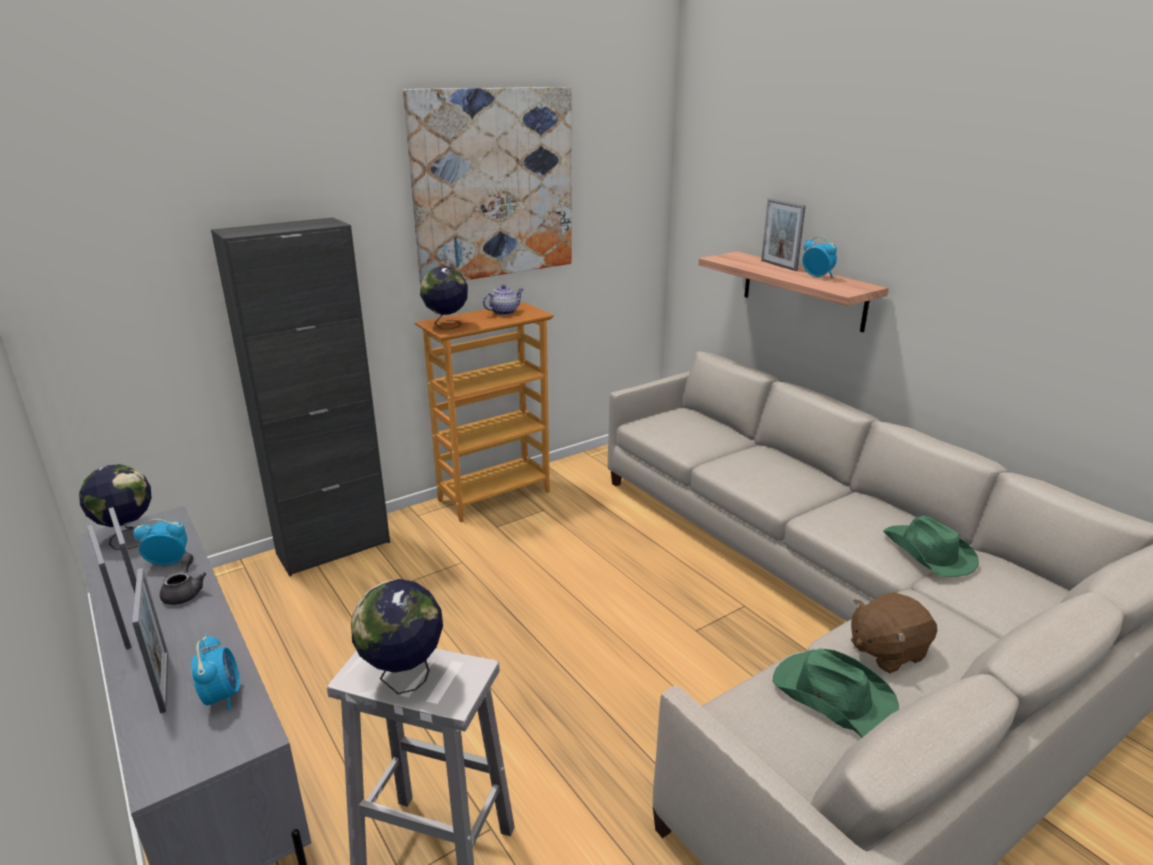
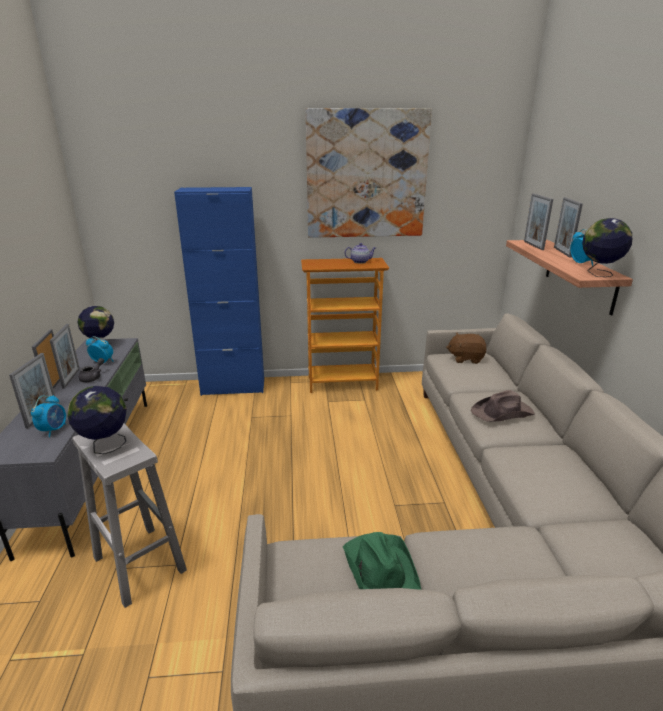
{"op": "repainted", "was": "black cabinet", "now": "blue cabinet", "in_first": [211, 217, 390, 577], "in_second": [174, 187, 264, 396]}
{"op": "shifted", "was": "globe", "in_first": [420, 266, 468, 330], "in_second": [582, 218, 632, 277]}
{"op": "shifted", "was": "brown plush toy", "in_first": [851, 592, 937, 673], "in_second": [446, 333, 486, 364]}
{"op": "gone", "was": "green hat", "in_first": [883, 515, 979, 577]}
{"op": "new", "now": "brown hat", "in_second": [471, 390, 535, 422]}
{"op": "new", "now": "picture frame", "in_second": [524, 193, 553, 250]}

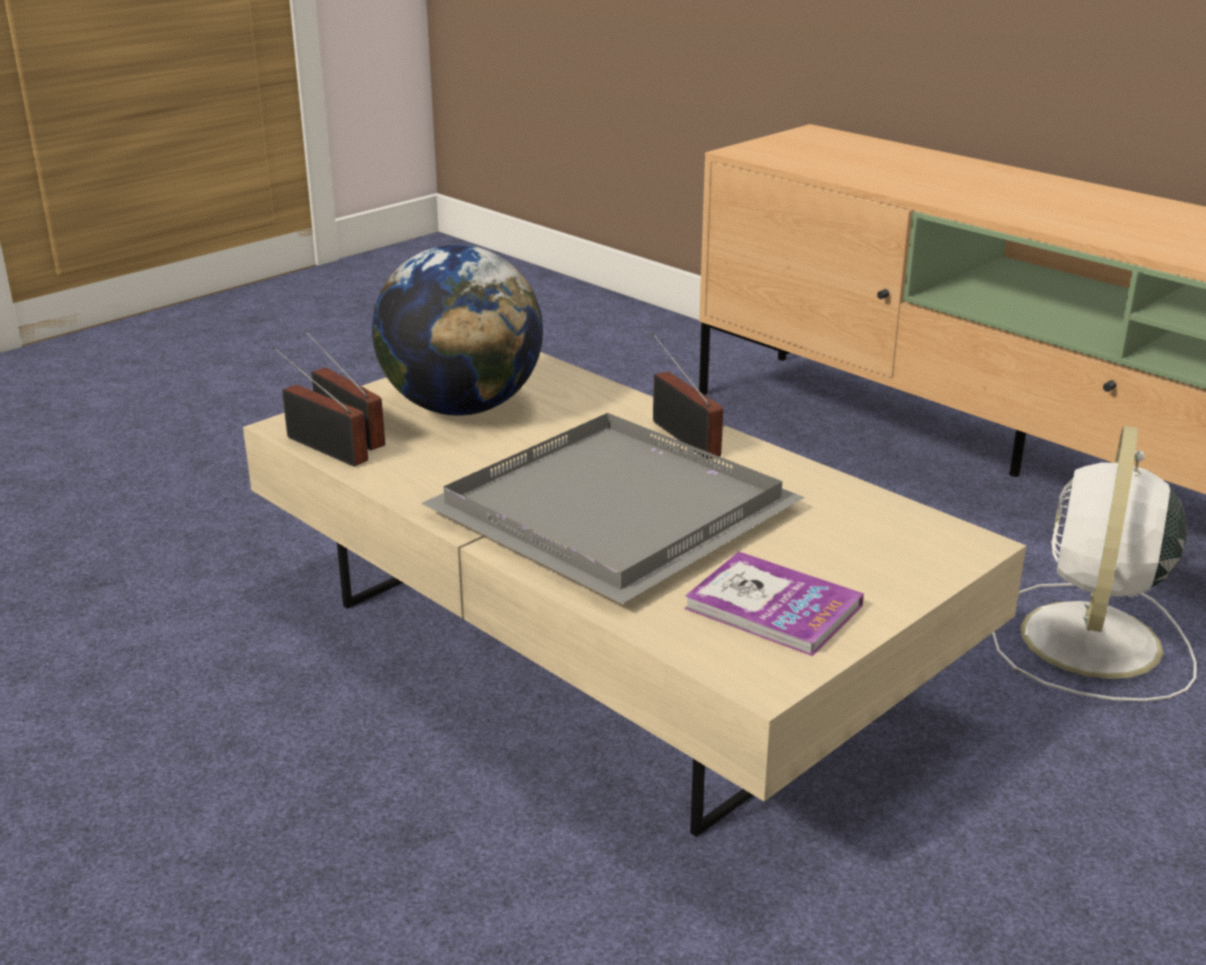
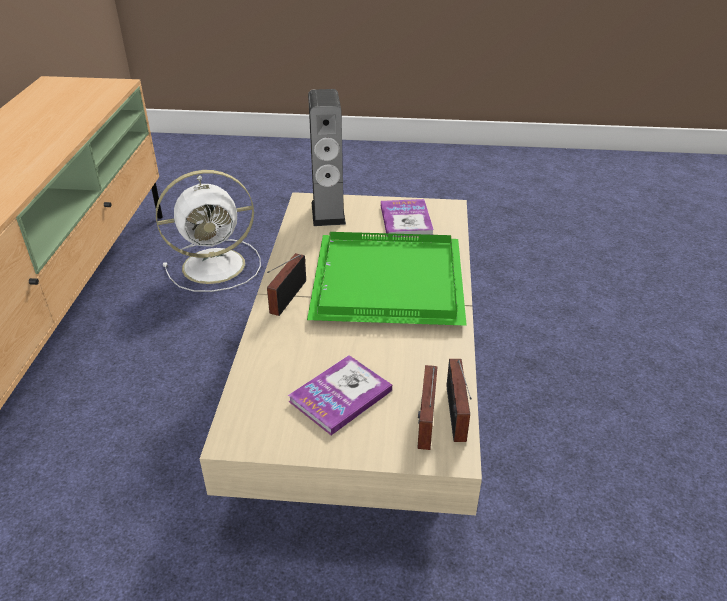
{"op": "swapped", "was": "globe", "now": "book", "in_first": [372, 244, 543, 415], "in_second": [288, 355, 392, 435]}
{"op": "repainted", "was": "grey tray", "now": "green tray", "in_first": [421, 413, 804, 604], "in_second": [307, 232, 467, 326]}
{"op": "new", "now": "speaker", "in_second": [308, 89, 346, 226]}

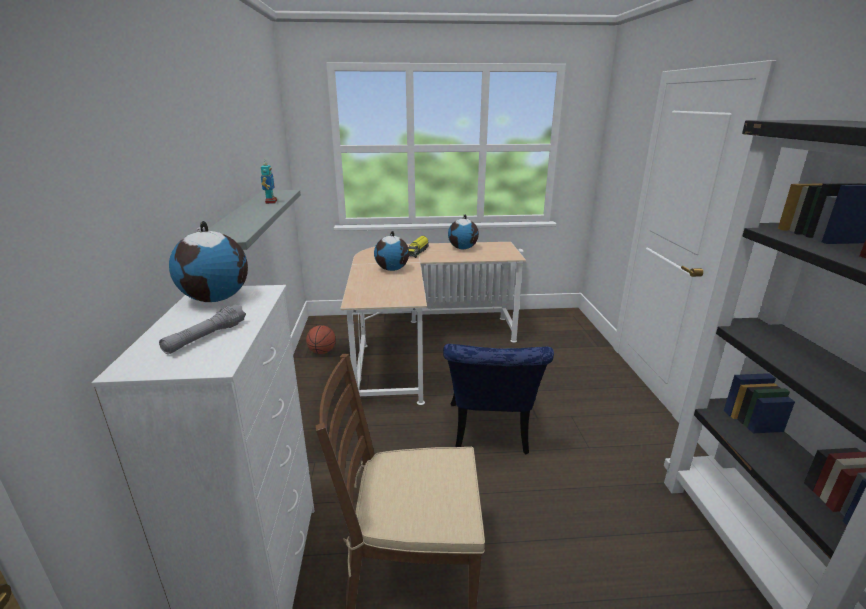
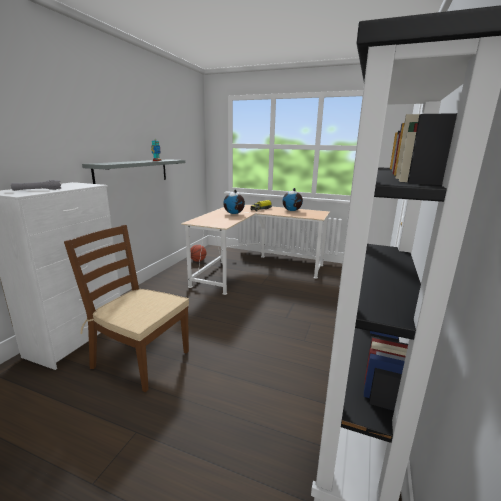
{"op": "gone", "was": "globe", "in_first": [169, 221, 248, 302]}
{"op": "gone", "was": "blue chair", "in_first": [443, 344, 554, 454]}

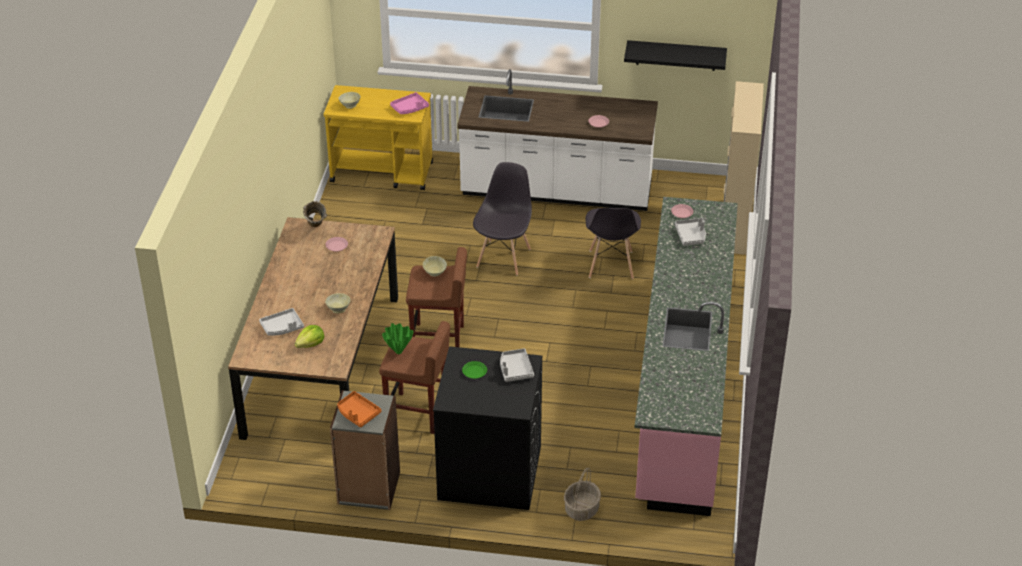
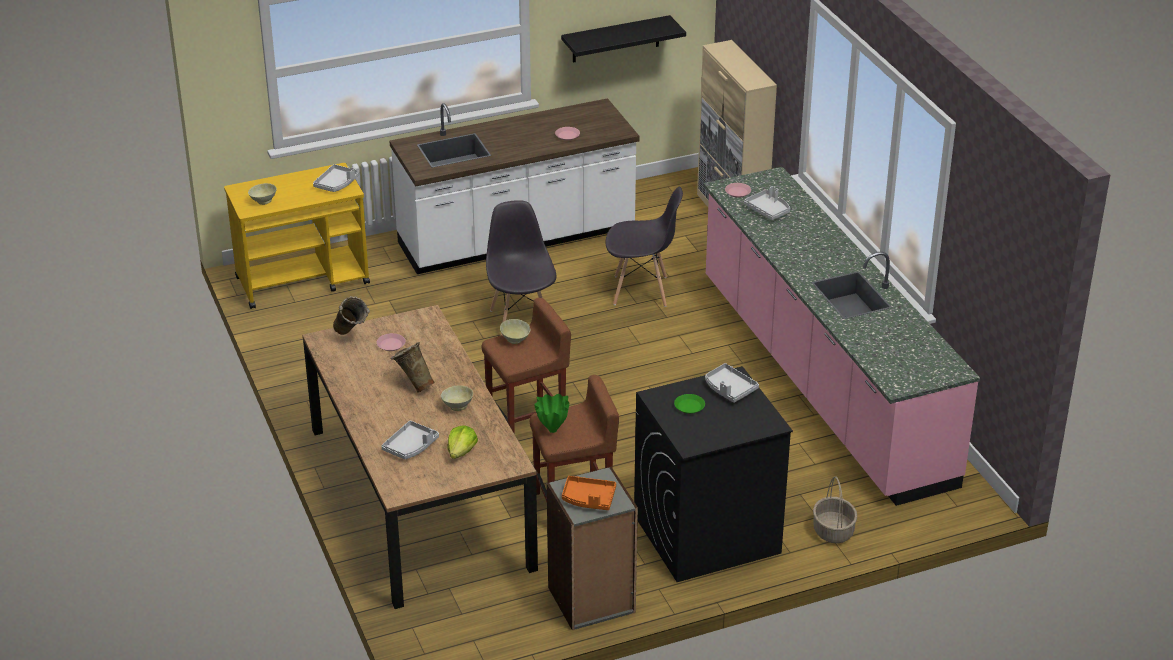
{"op": "repainted", "was": "pink tray", "now": "grey tray", "in_first": [390, 92, 429, 114], "in_second": [313, 164, 359, 192]}
{"op": "rotated", "was": "grey chair", "in_first": [585, 208, 641, 279], "in_second": [605, 187, 683, 307], "clockwise": -60}
{"op": "new", "now": "beige vase", "in_second": [391, 342, 434, 393]}

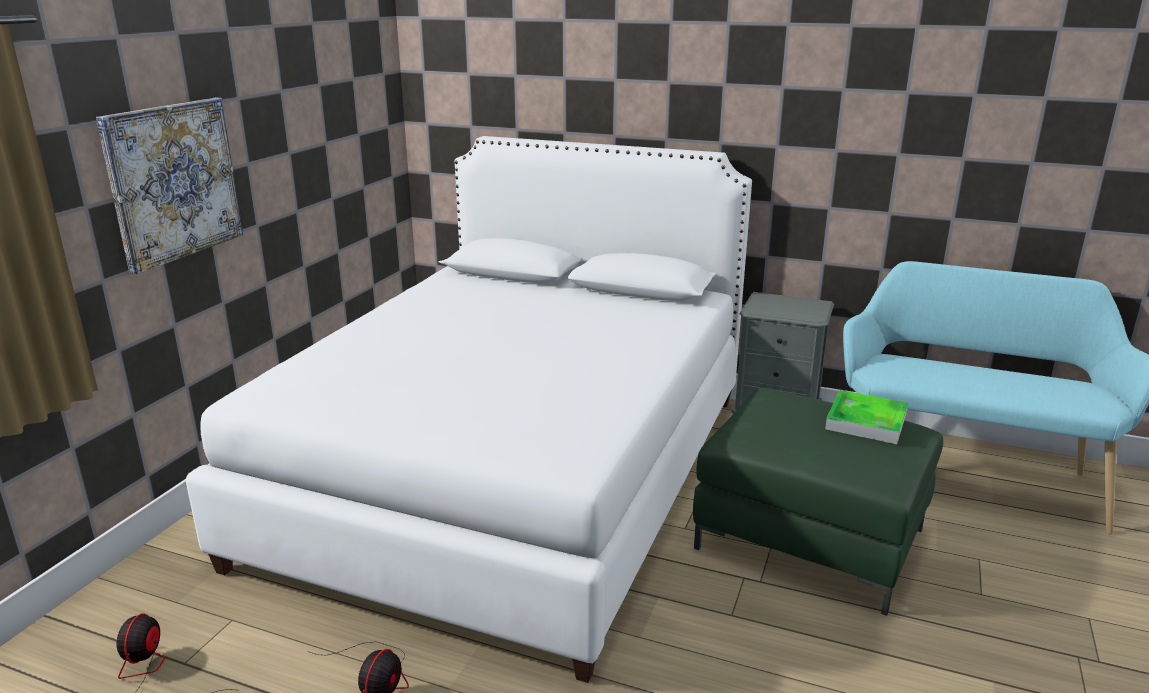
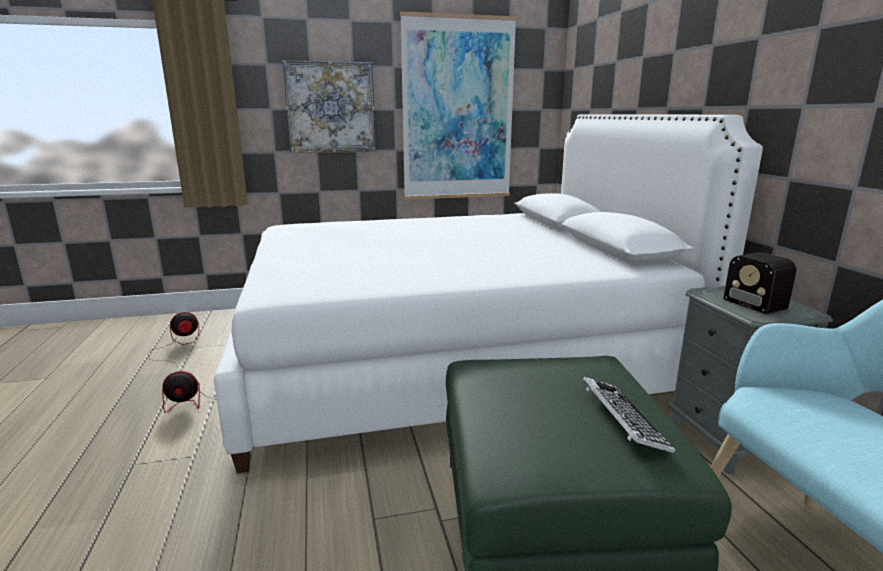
{"op": "swapped", "was": "tray", "now": "keyboard", "in_first": [825, 390, 908, 444], "in_second": [583, 377, 675, 454]}
{"op": "new", "now": "picture", "in_second": [400, 11, 517, 200]}
{"op": "new", "now": "radio", "in_second": [703, 252, 796, 314]}

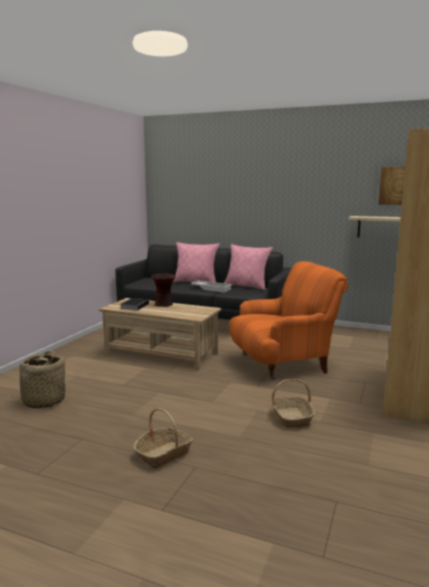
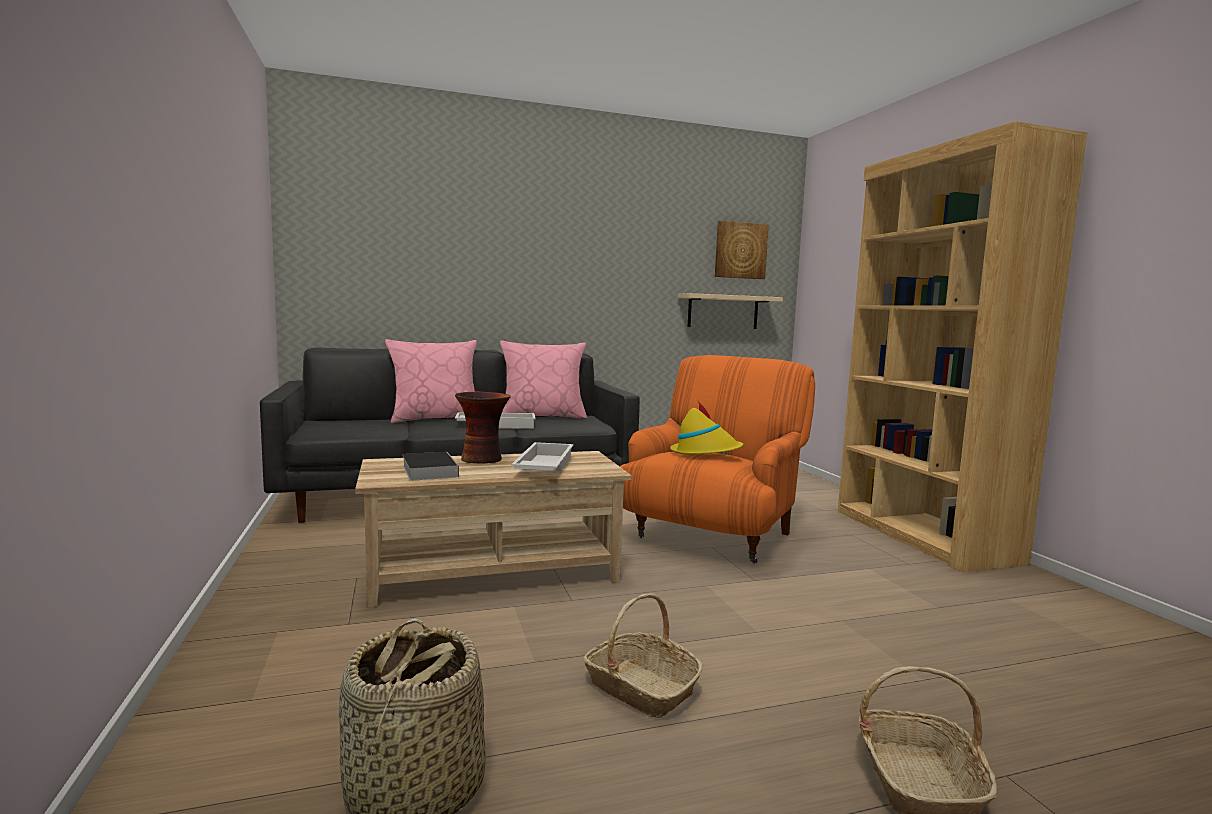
{"op": "shifted", "was": "basket", "in_first": [272, 379, 315, 428], "in_second": [584, 593, 703, 718]}
{"op": "new", "now": "white tray", "in_second": [511, 442, 574, 471]}
{"op": "new", "now": "yellow hat", "in_second": [670, 401, 743, 455]}

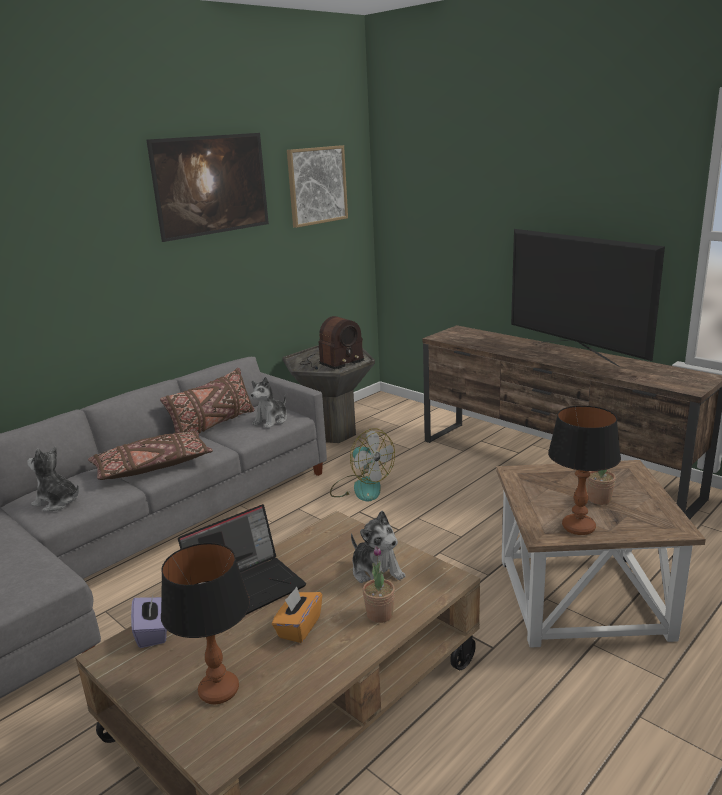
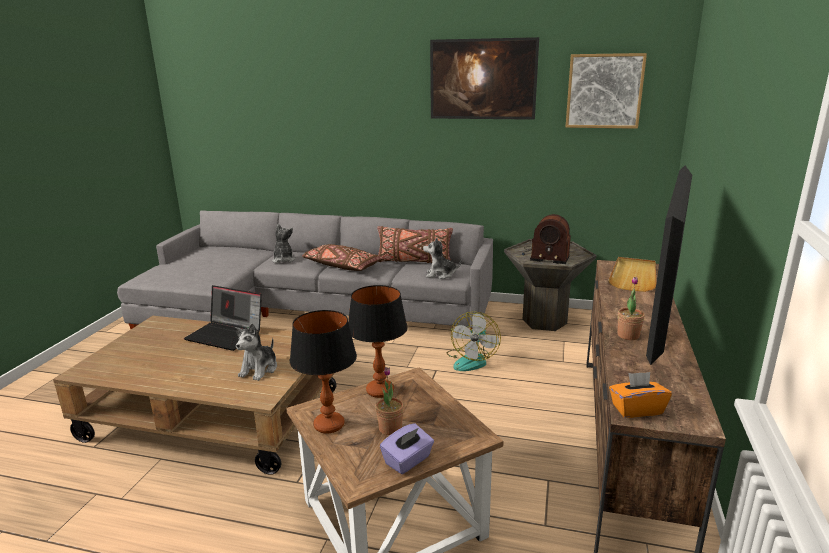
{"op": "shifted", "was": "purple tissue box", "in_first": [131, 595, 167, 648], "in_second": [380, 423, 434, 474]}
{"op": "shifted", "was": "table lamp", "in_first": [161, 543, 250, 704], "in_second": [348, 285, 408, 398]}
{"op": "shifted", "was": "orange tissue box", "in_first": [272, 587, 322, 643], "in_second": [609, 372, 672, 418]}
{"op": "shifted", "was": "potted plant", "in_first": [363, 546, 395, 623], "in_second": [618, 277, 645, 340]}
{"op": "new", "now": "beige tray", "in_second": [608, 257, 656, 292]}

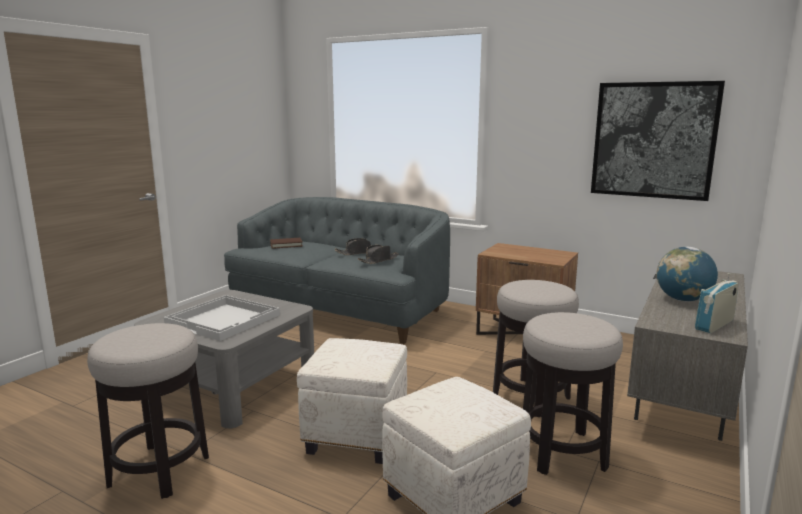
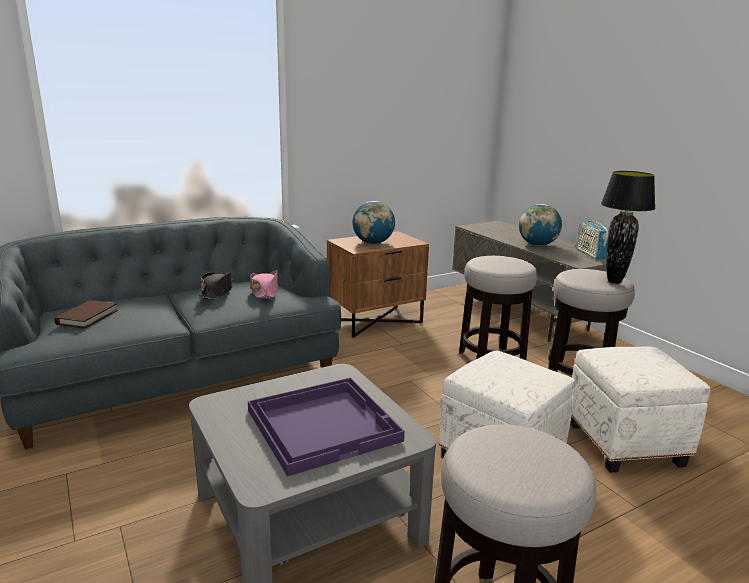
{"op": "repainted", "was": "white tray", "now": "purple tray", "in_first": [164, 295, 280, 341], "in_second": [248, 377, 405, 476]}
{"op": "repainted", "was": "black hat", "now": "pink hat", "in_first": [358, 245, 399, 264], "in_second": [250, 270, 278, 299]}
{"op": "gone", "was": "picture", "in_first": [591, 81, 725, 201]}
{"op": "new", "now": "globe", "in_second": [352, 201, 395, 244]}
{"op": "new", "now": "black table lamp", "in_second": [601, 171, 656, 284]}

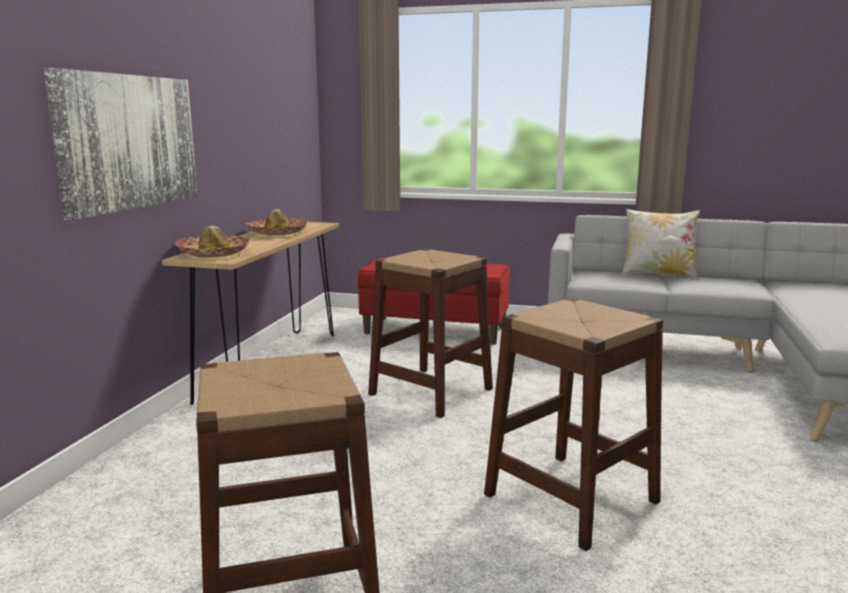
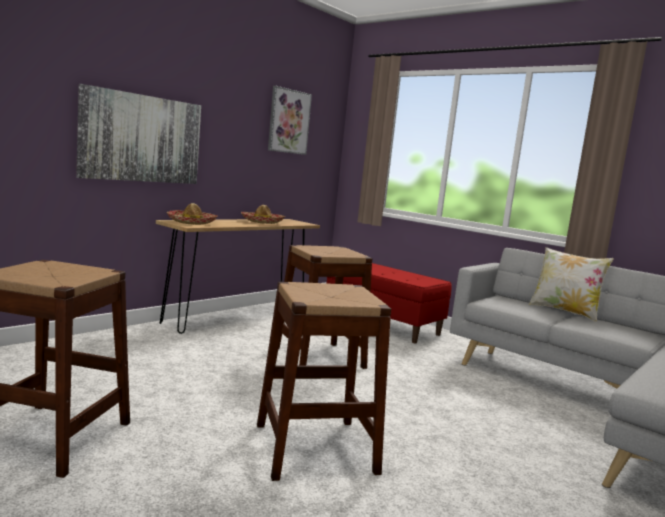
{"op": "new", "now": "picture", "in_second": [268, 86, 312, 155]}

